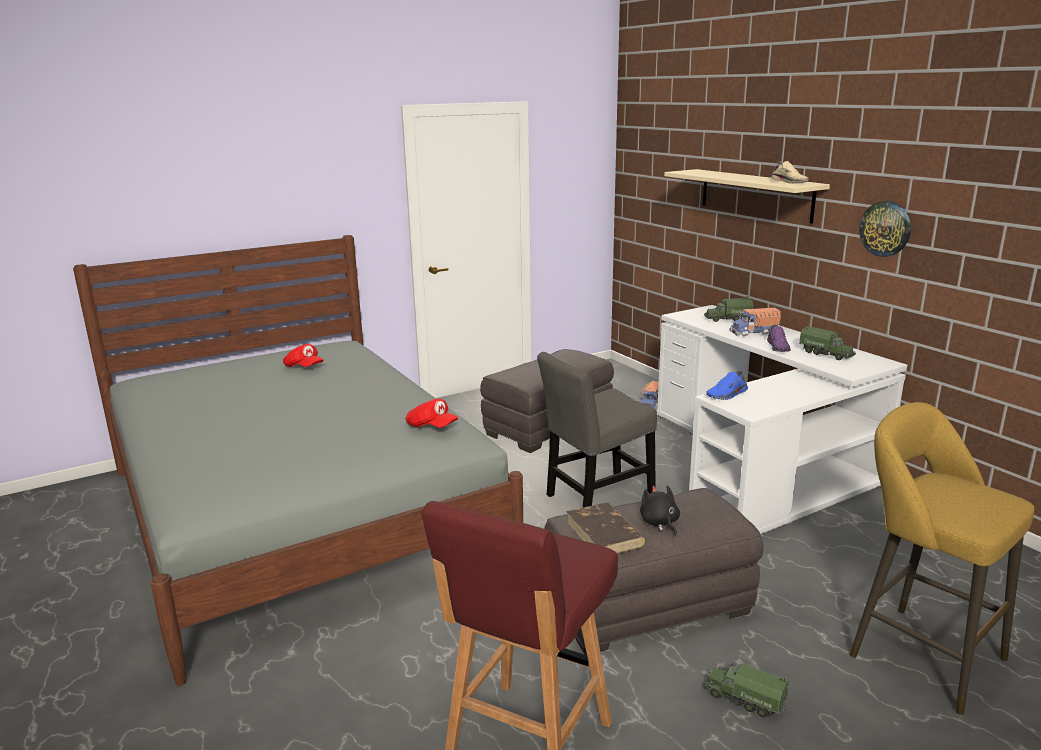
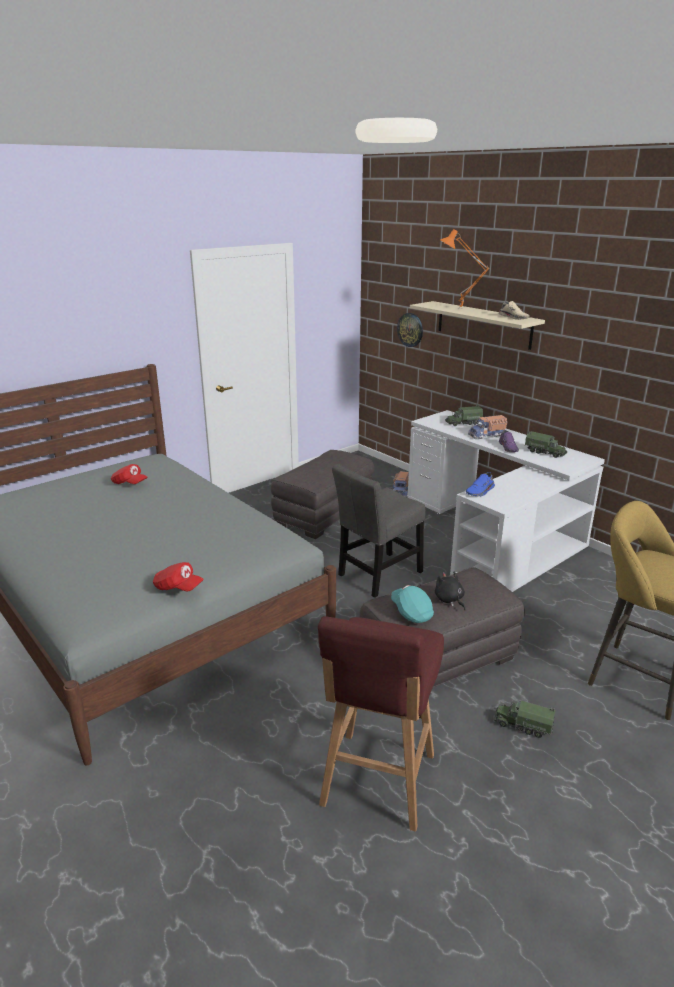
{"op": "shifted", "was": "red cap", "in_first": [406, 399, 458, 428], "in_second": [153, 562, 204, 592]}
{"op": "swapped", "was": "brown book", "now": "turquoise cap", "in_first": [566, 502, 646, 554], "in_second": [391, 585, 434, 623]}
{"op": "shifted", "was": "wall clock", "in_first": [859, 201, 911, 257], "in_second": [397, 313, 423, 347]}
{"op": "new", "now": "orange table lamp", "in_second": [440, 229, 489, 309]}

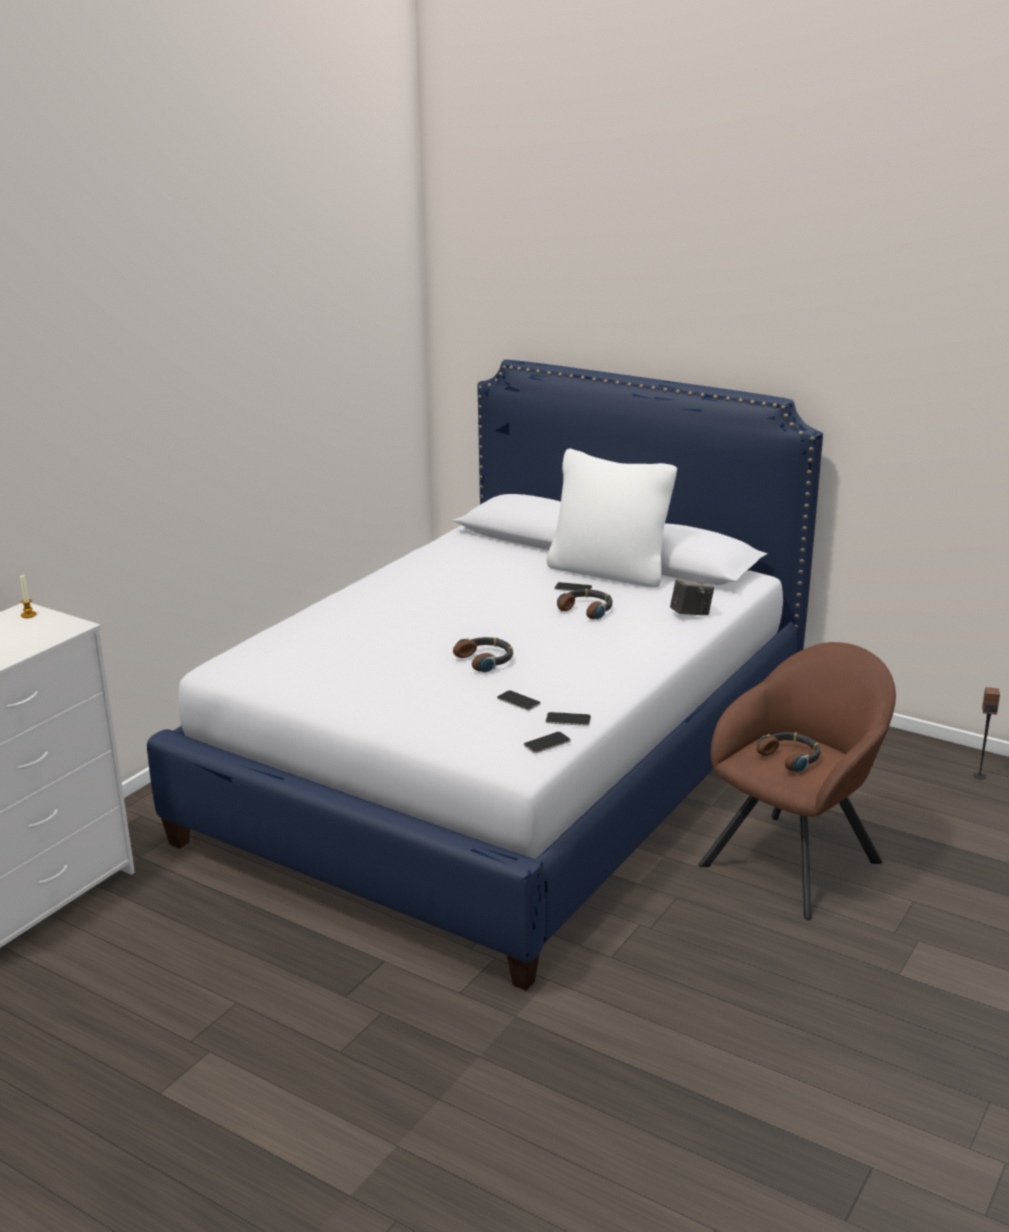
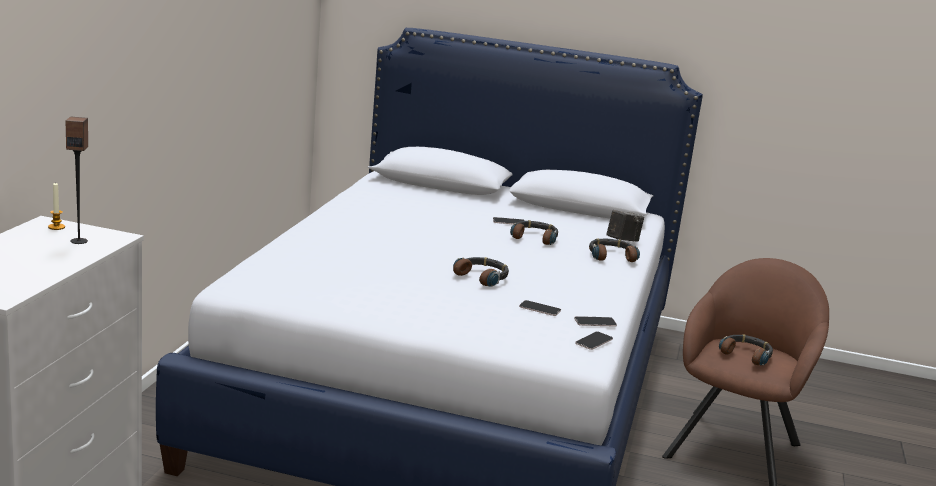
{"op": "gone", "was": "white pillow", "in_first": [546, 449, 677, 588]}
{"op": "shifted", "was": "speaker", "in_first": [973, 687, 1000, 780], "in_second": [66, 117, 88, 244]}
{"op": "new", "now": "headphones", "in_second": [589, 239, 640, 262]}

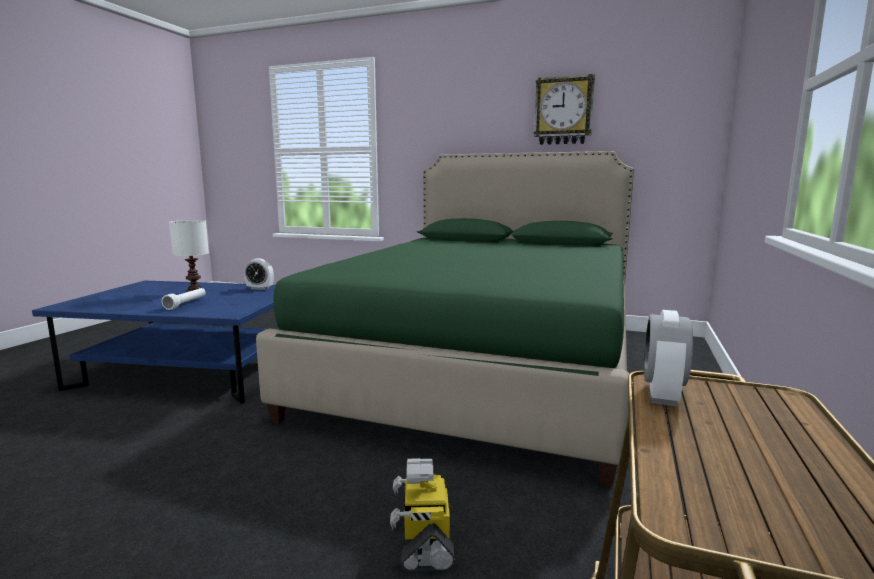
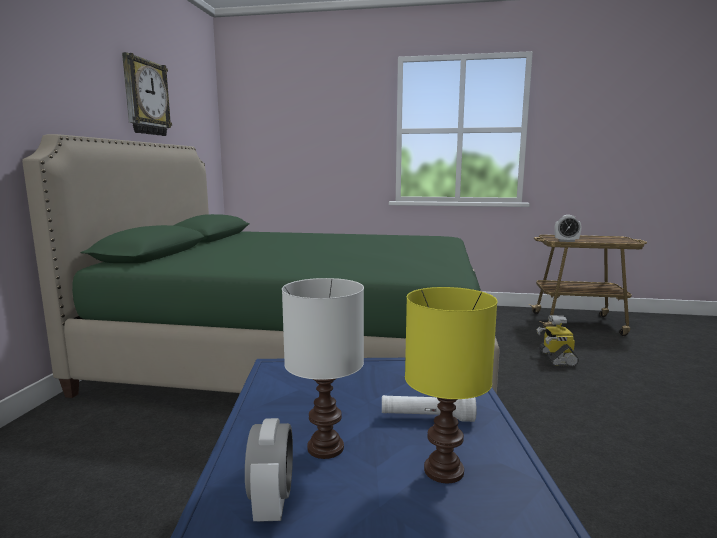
{"op": "shifted", "was": "alarm clock", "in_first": [244, 259, 274, 290], "in_second": [245, 418, 293, 522]}
{"op": "rotated", "was": "toy robot", "in_first": [390, 458, 455, 573], "in_second": [536, 315, 579, 367], "clockwise": 105}
{"op": "new", "now": "yellow table lamp", "in_second": [405, 287, 497, 483]}

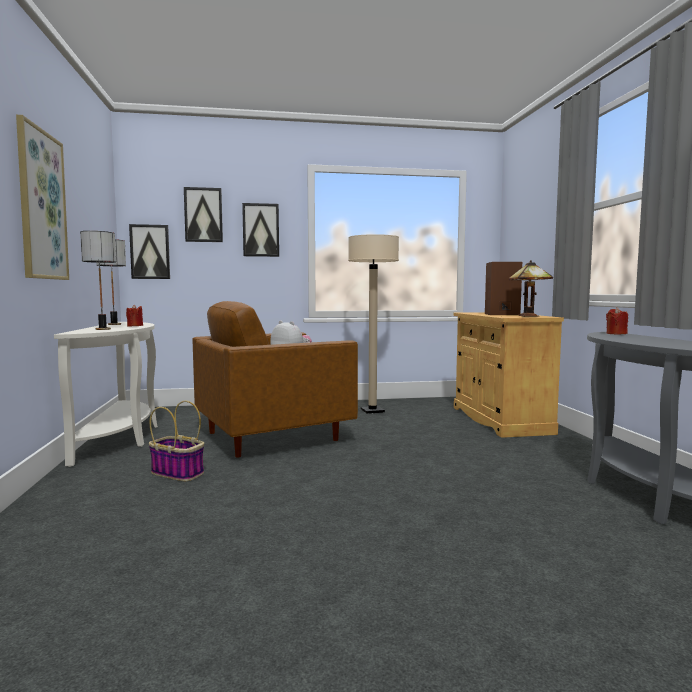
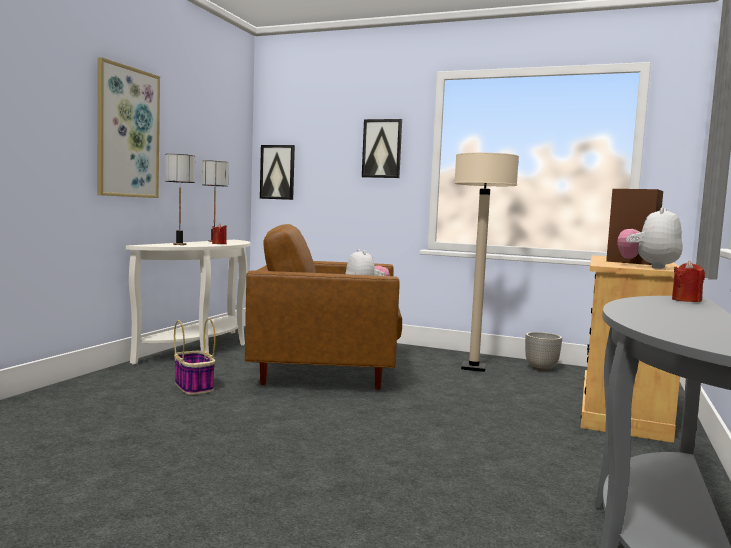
{"op": "gone", "was": "picture", "in_first": [184, 187, 223, 242]}
{"op": "swapped", "was": "table lamp", "now": "plush toy", "in_first": [509, 260, 553, 317], "in_second": [618, 208, 682, 269]}
{"op": "new", "now": "planter", "in_second": [525, 332, 562, 371]}

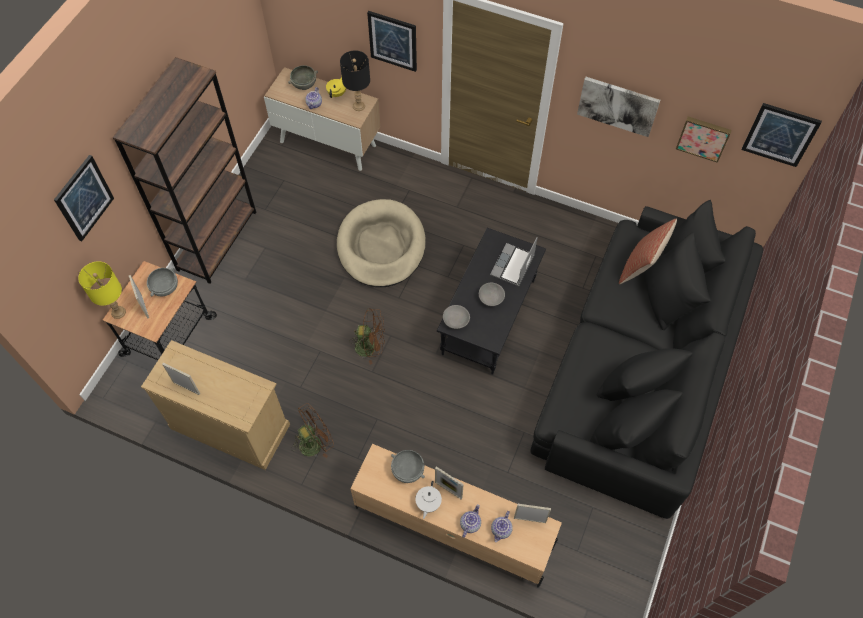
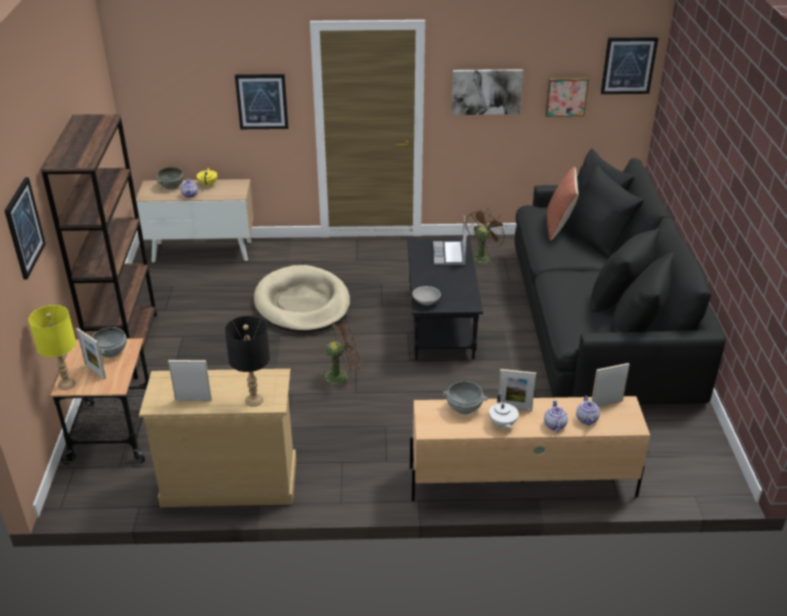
{"op": "shifted", "was": "brown fan", "in_first": [291, 403, 334, 458], "in_second": [466, 208, 507, 264]}
{"op": "shifted", "was": "black table lamp", "in_first": [340, 50, 370, 111], "in_second": [225, 316, 270, 407]}
{"op": "gone", "was": "grey bowl", "in_first": [479, 283, 505, 306]}

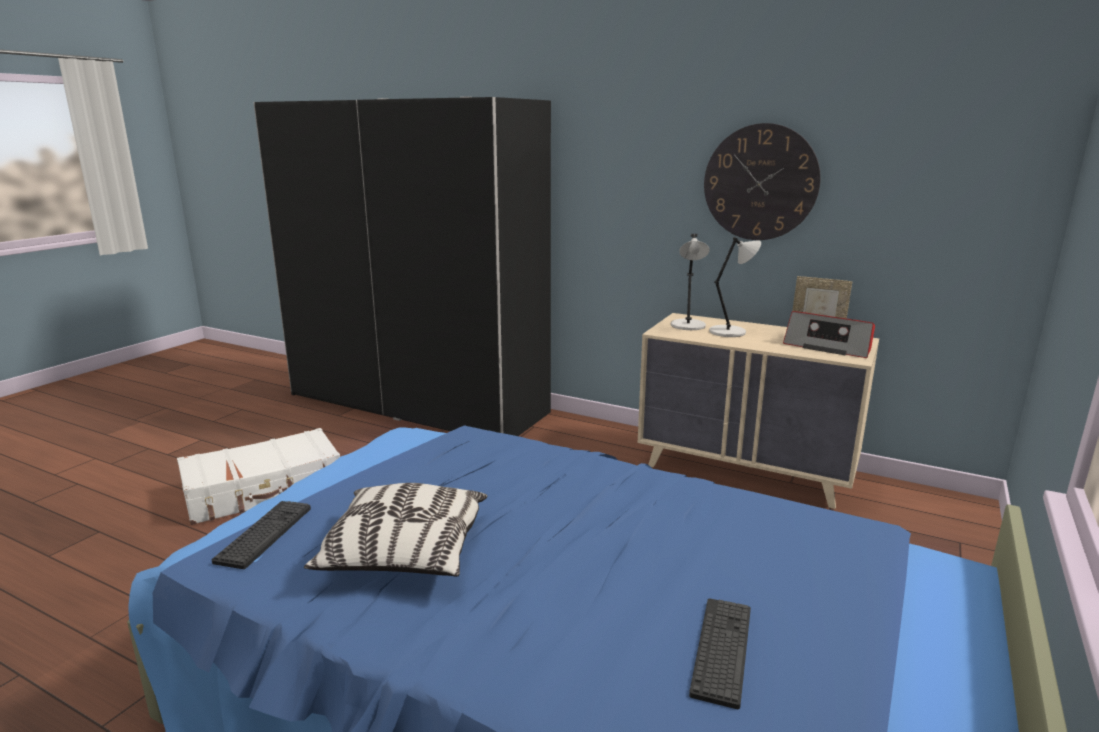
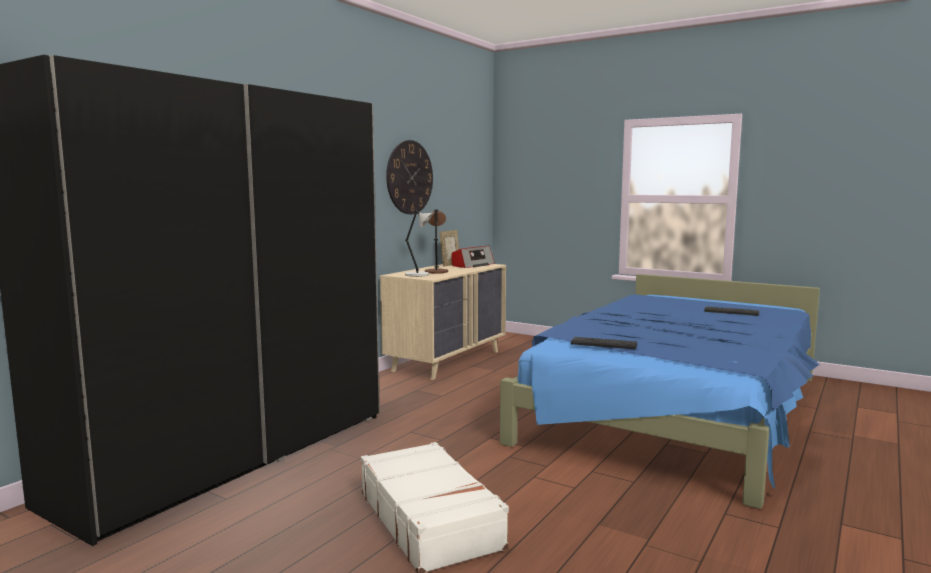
{"op": "shifted", "was": "keyboard", "in_first": [212, 501, 311, 569], "in_second": [571, 337, 637, 349]}
{"op": "gone", "was": "pillow", "in_first": [304, 483, 487, 577]}
{"op": "repainted", "was": "grey table lamp", "now": "brown table lamp", "in_first": [709, 237, 761, 337], "in_second": [425, 209, 448, 274]}

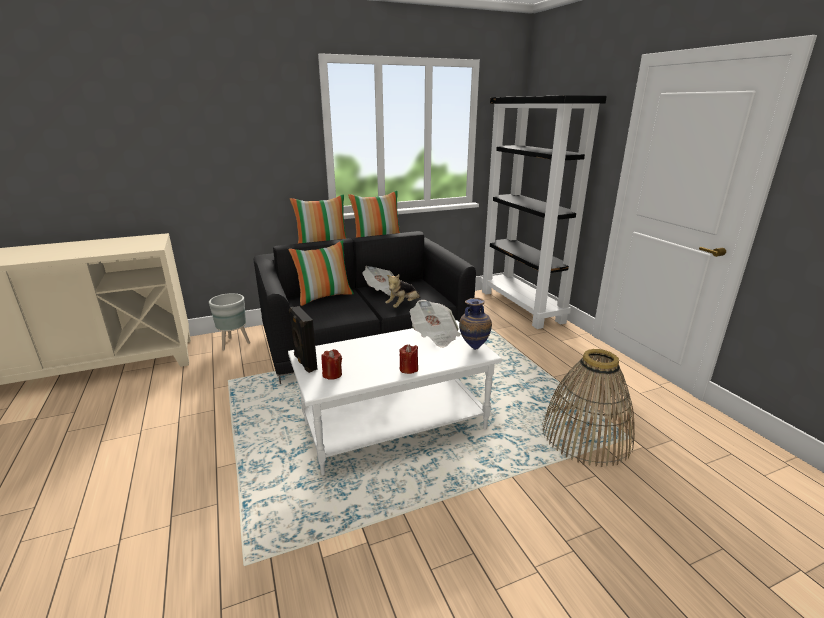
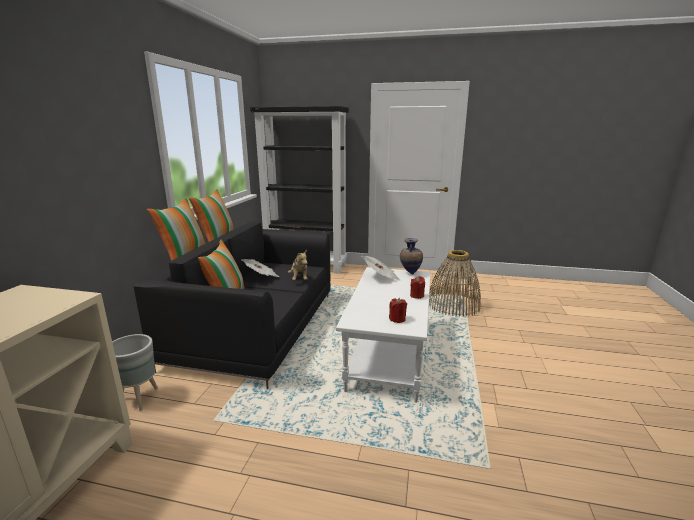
{"op": "gone", "was": "black speaker", "in_first": [289, 306, 318, 373]}

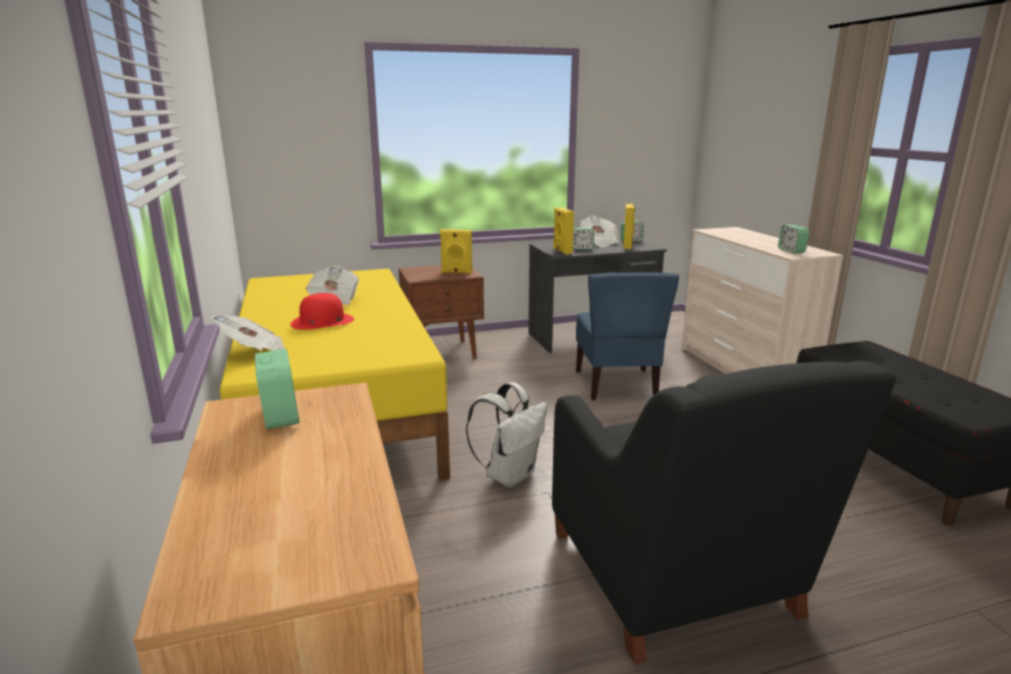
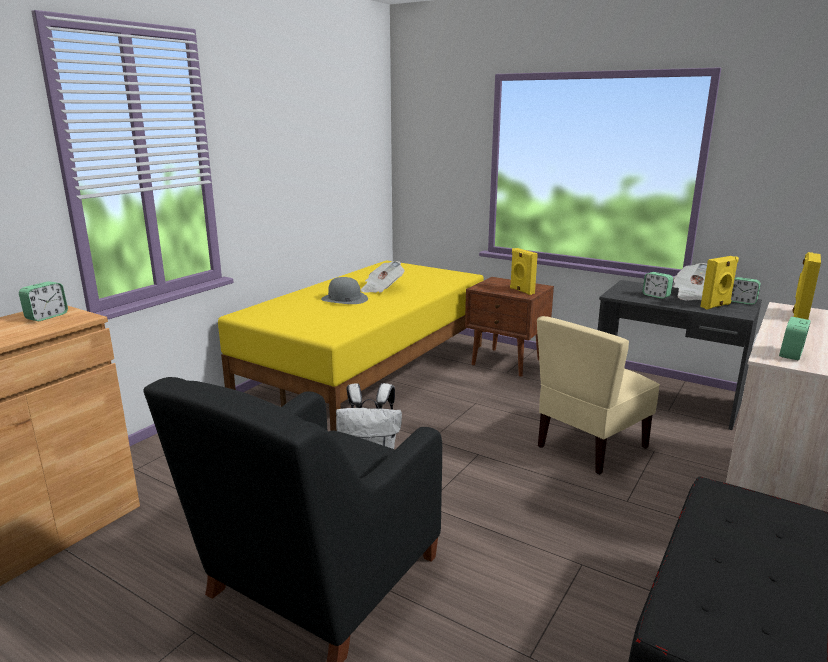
{"op": "gone", "was": "newspaper", "in_first": [211, 315, 286, 351]}
{"op": "repainted", "was": "red hat", "now": "grey hat", "in_first": [290, 293, 354, 330], "in_second": [321, 277, 368, 304]}
{"op": "shifted", "was": "yellow speaker", "in_first": [553, 207, 574, 255], "in_second": [793, 252, 821, 320]}
{"op": "repainted", "was": "blue chair", "now": "beige chair", "in_first": [576, 273, 679, 401], "in_second": [537, 316, 660, 475]}

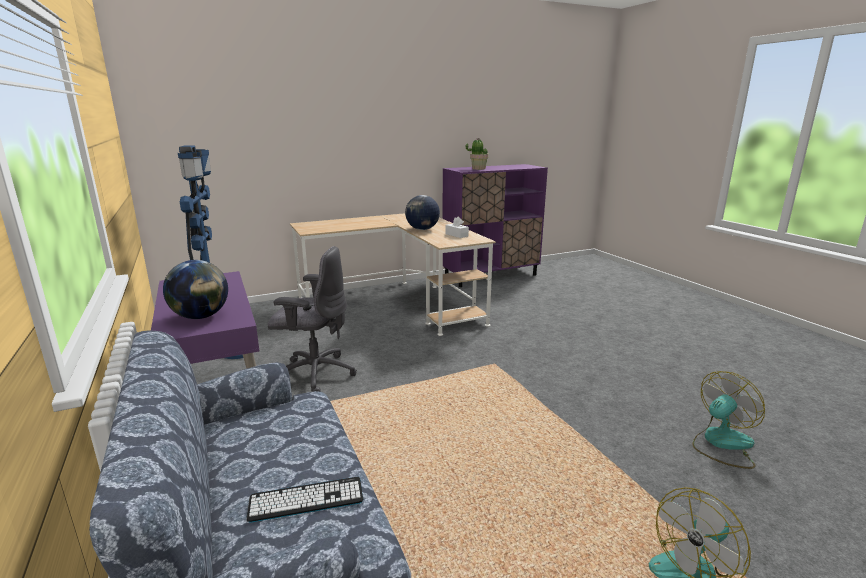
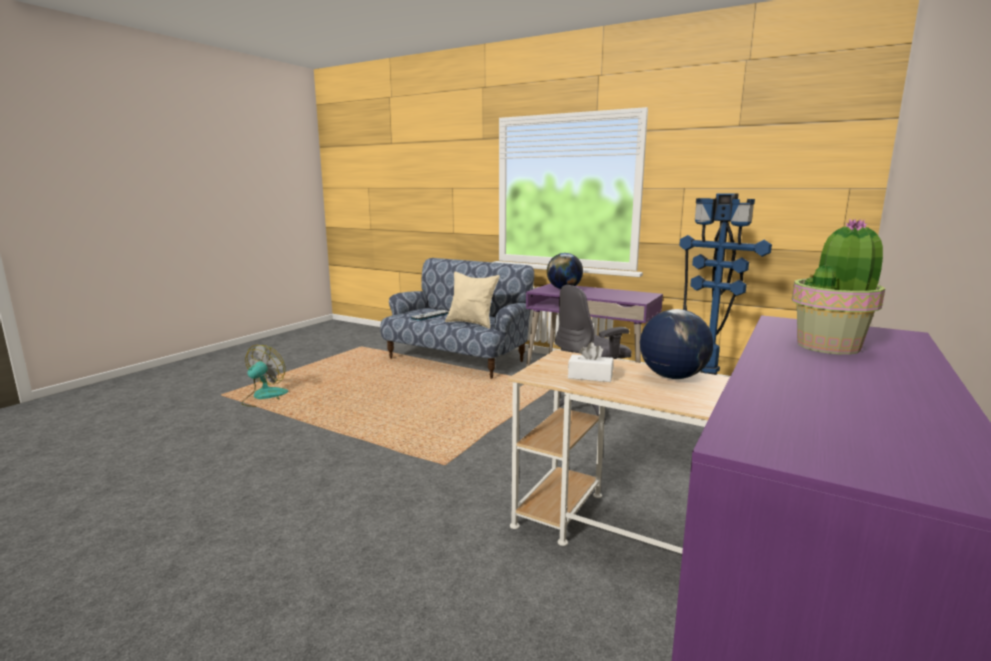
{"op": "gone", "was": "fan", "in_first": [693, 371, 765, 469]}
{"op": "new", "now": "beige pillow", "in_second": [445, 272, 500, 329]}

